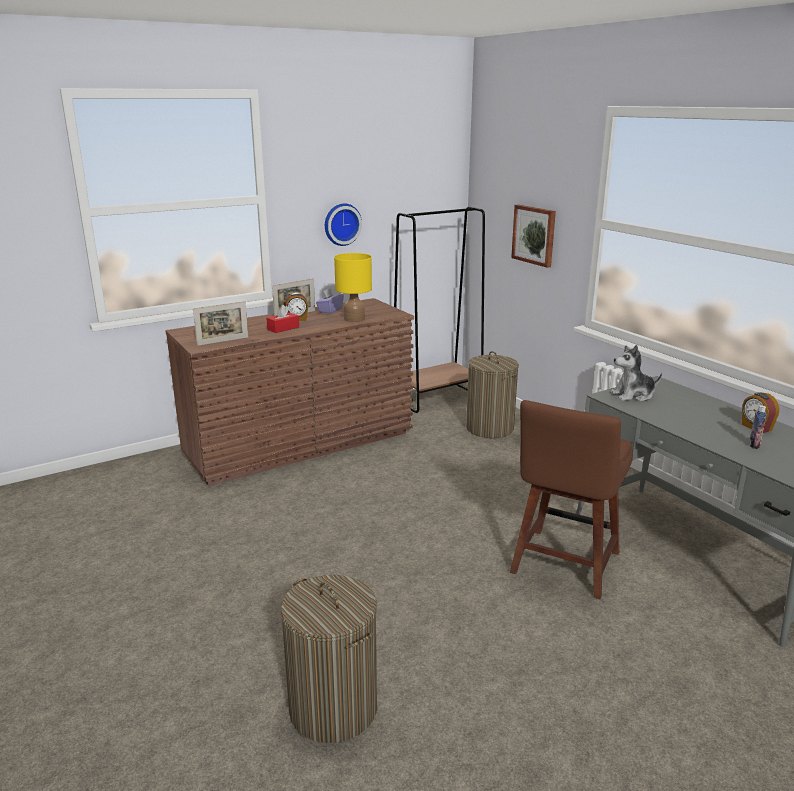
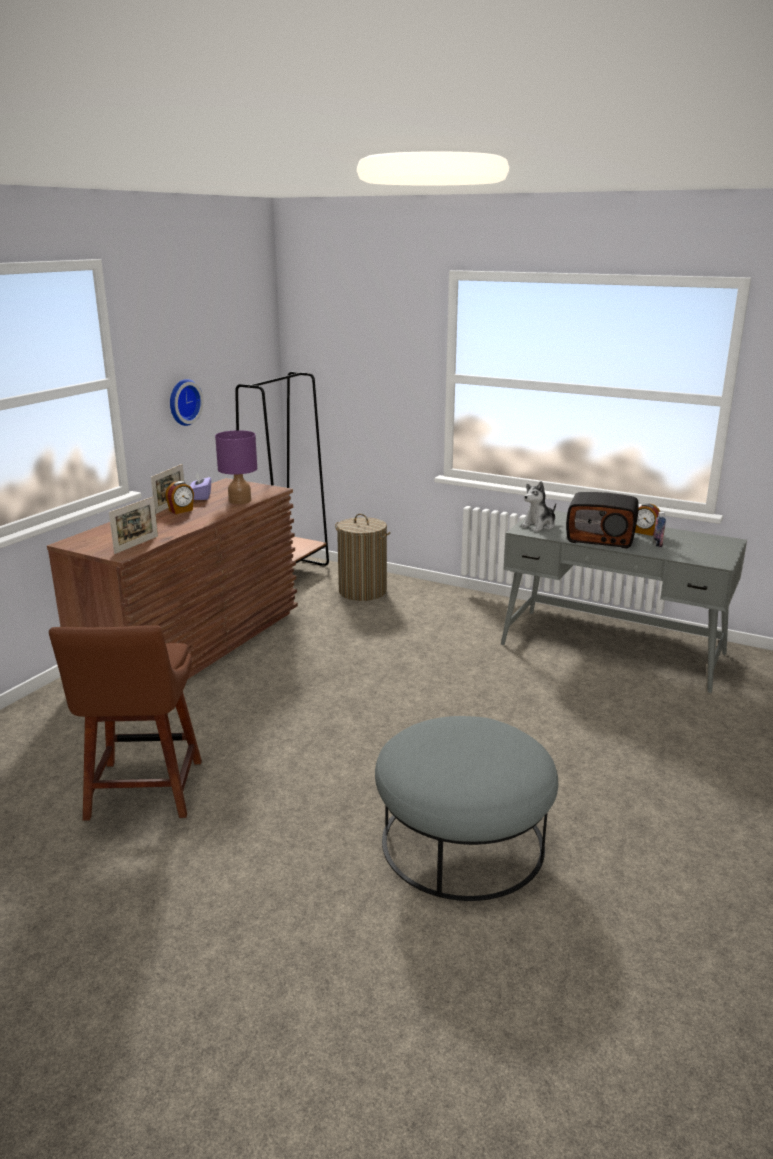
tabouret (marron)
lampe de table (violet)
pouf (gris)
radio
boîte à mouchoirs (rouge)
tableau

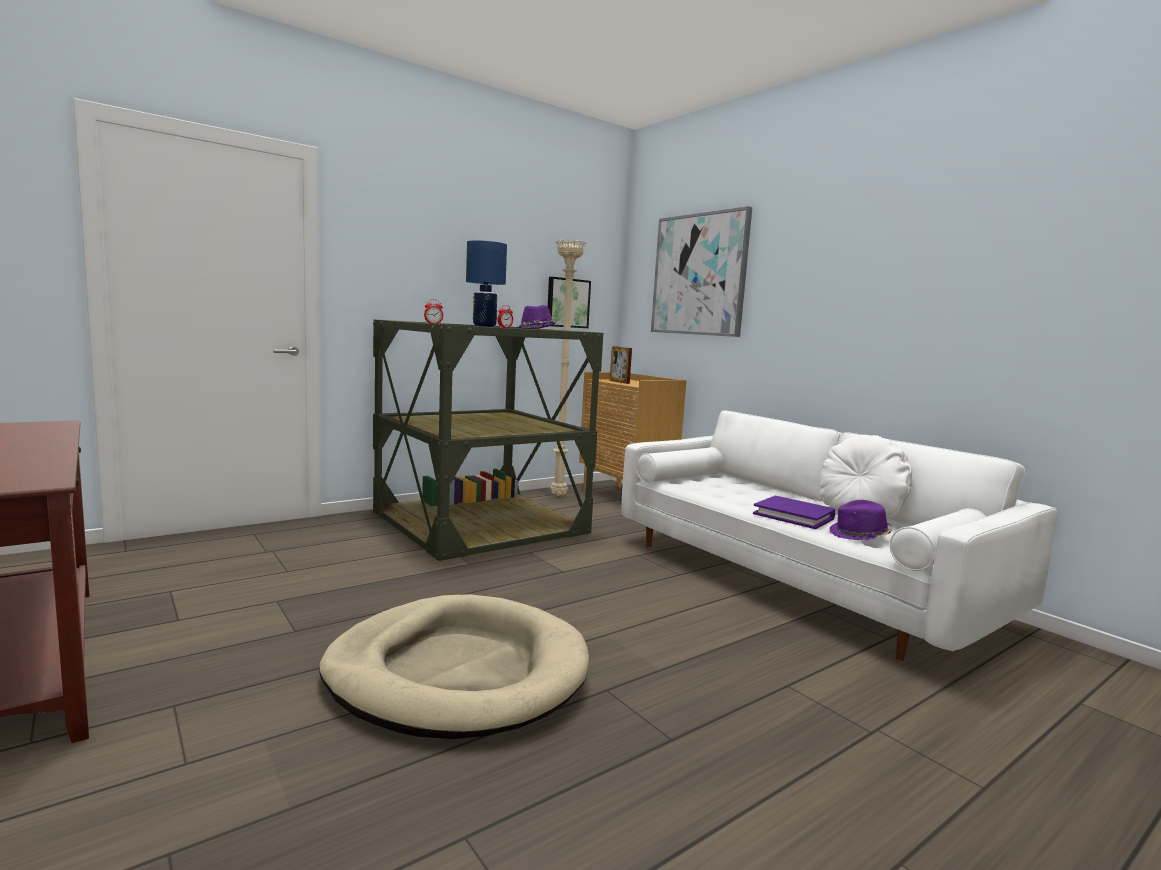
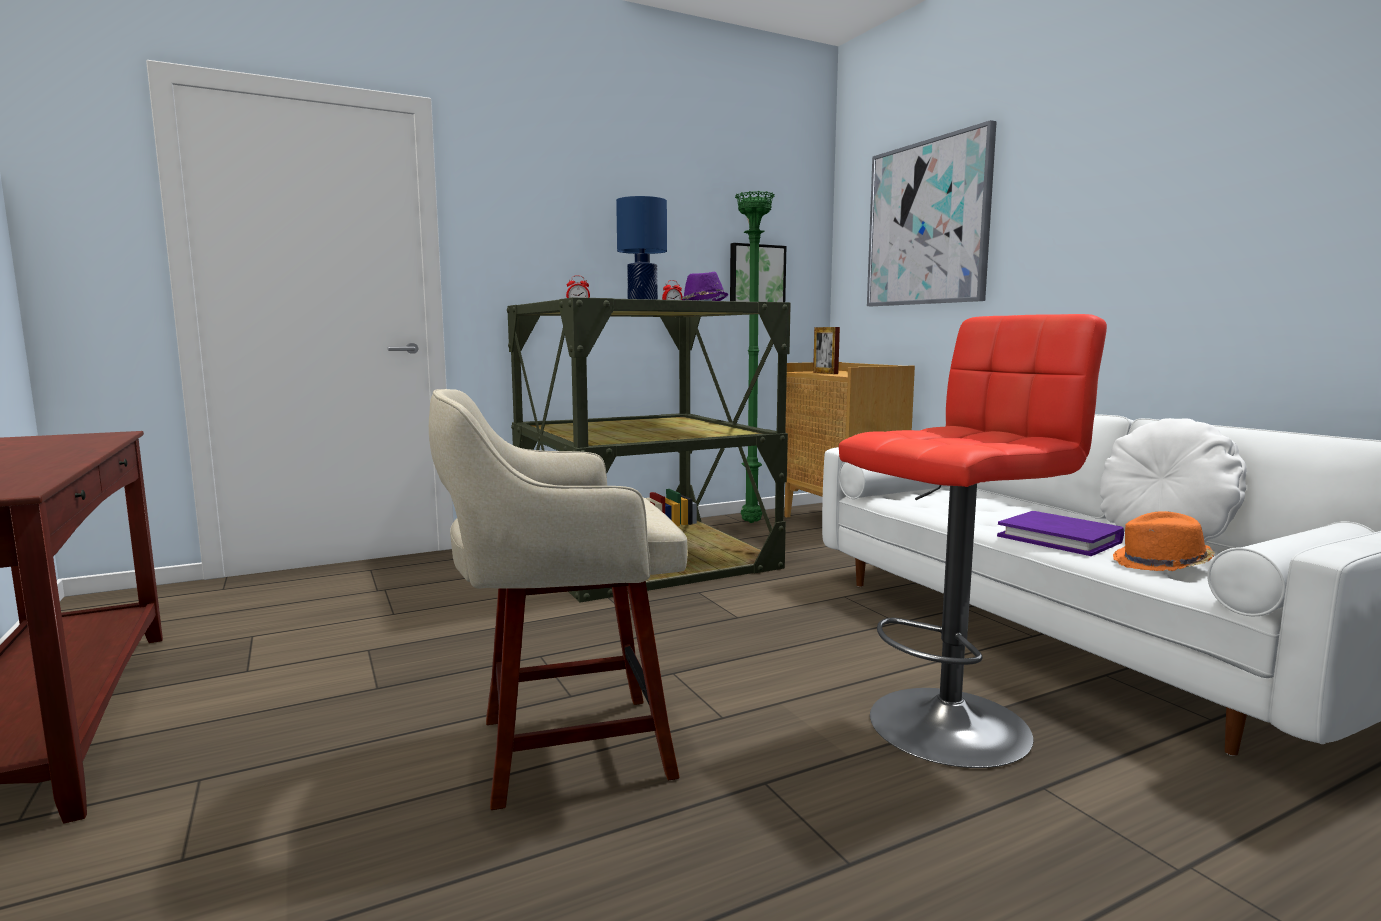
tabouret (beige)
lampadaire (vert)
tabouret (rouge)
chapeau (orange)

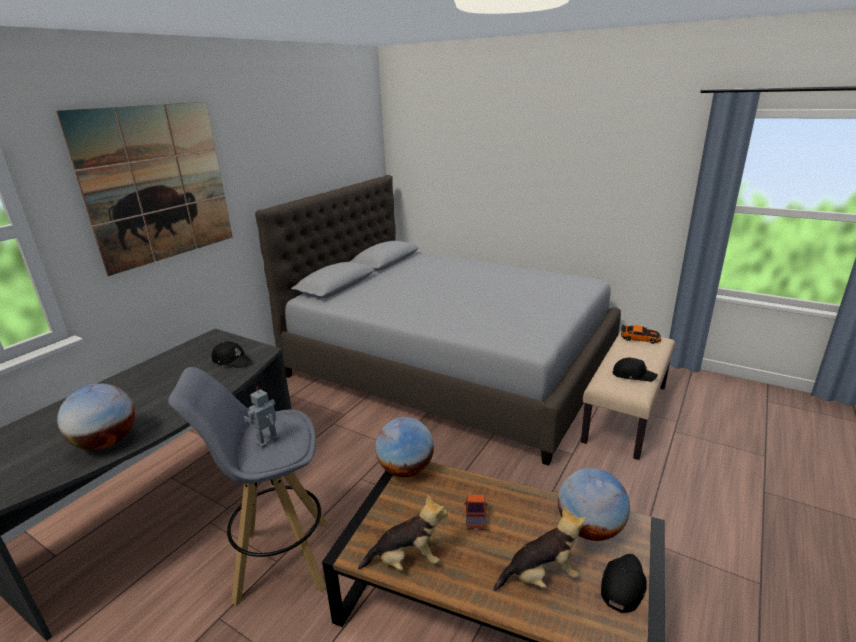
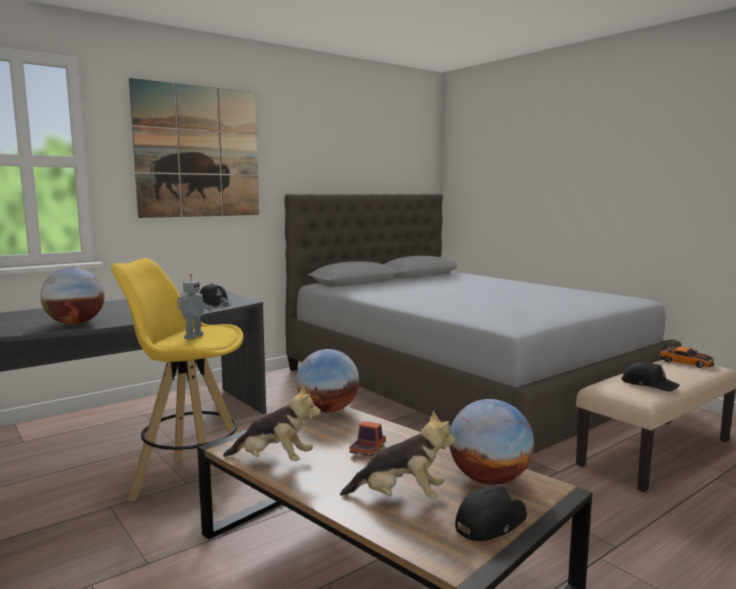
tabouret (jaune)
robot jouet

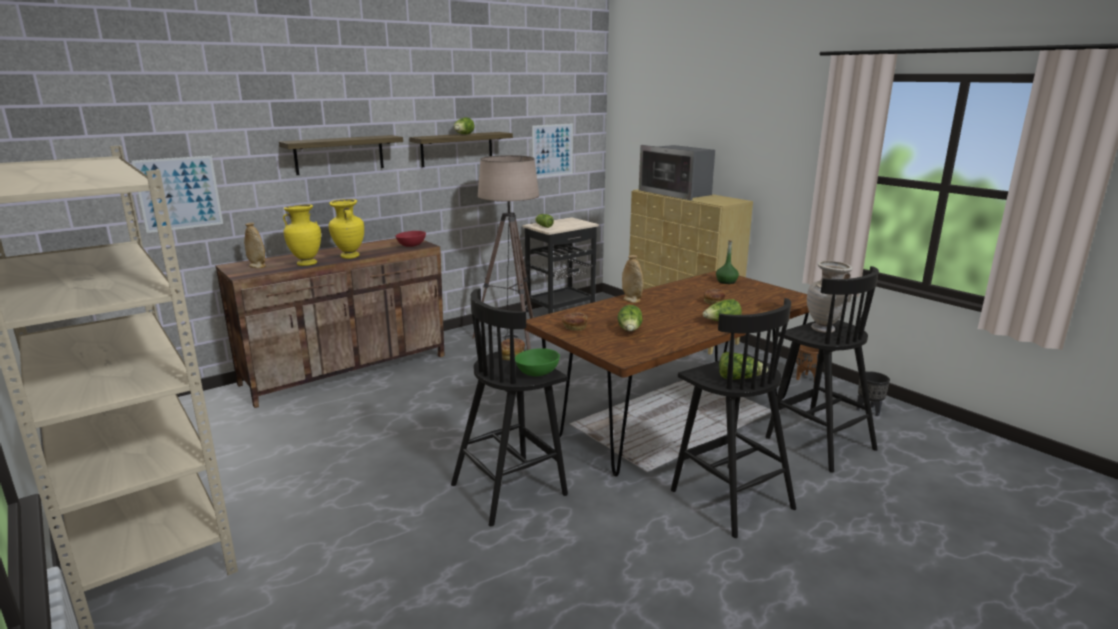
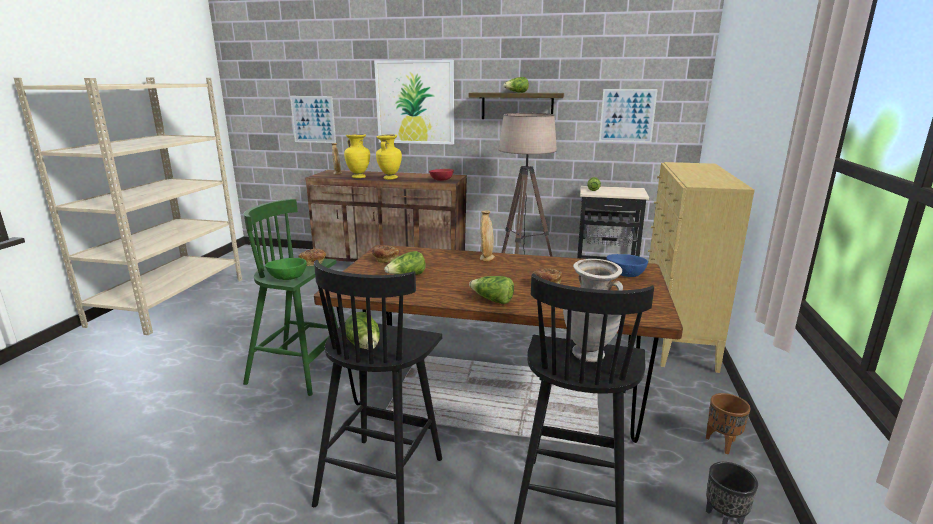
tabouret (vert)
tableau (2nd from left)
bol (bleu)
micro-ondes

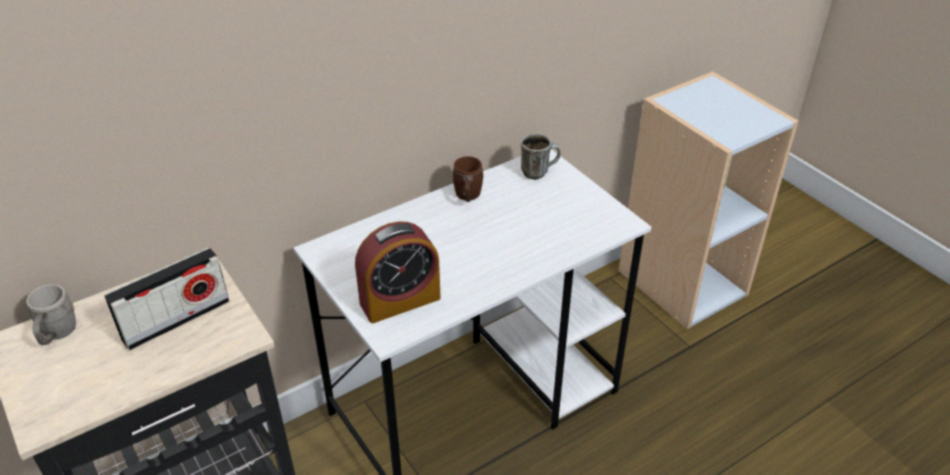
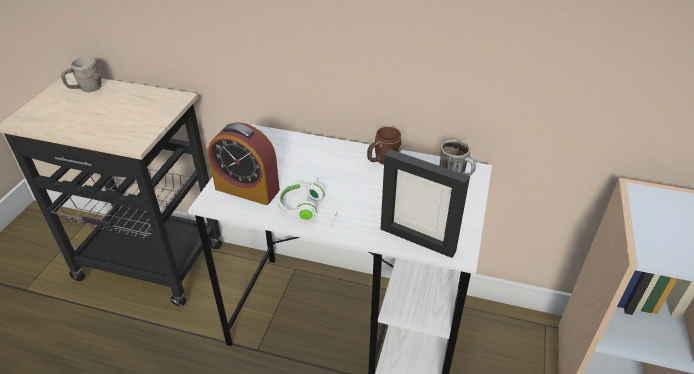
casque audio (blanc)
cadre photo
radio

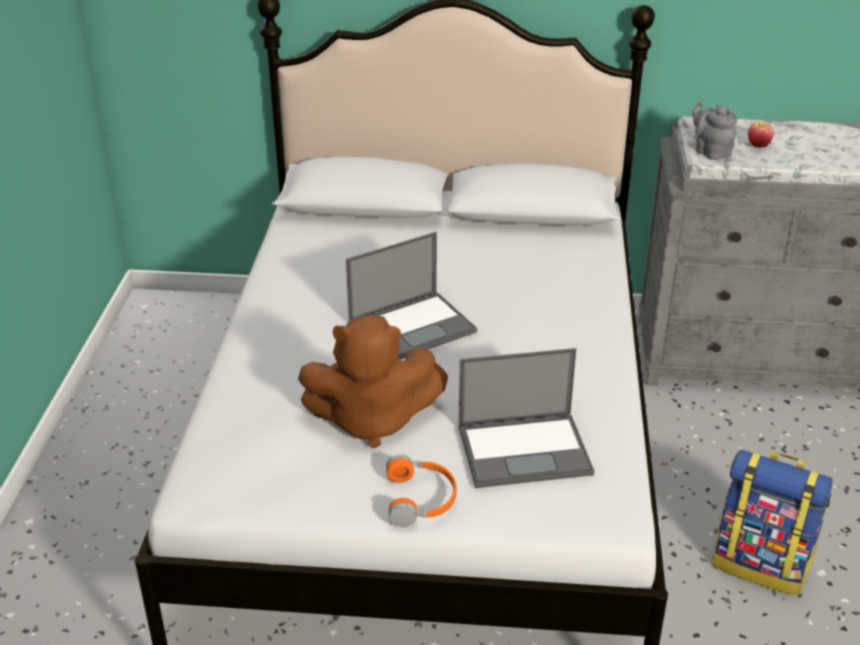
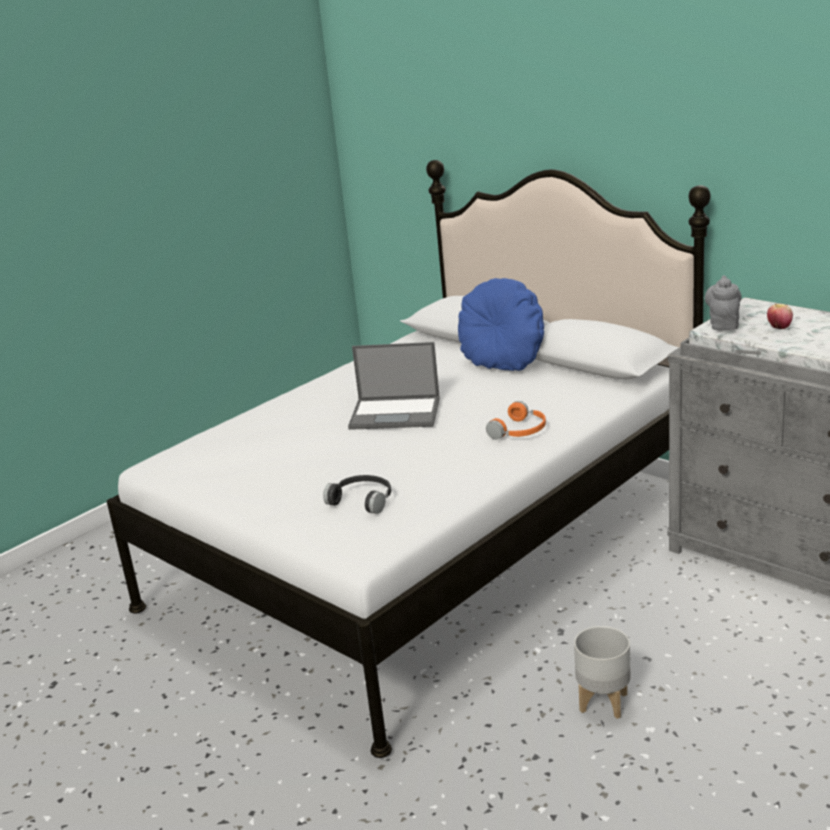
casque audio (noir)
coussin (bleu)
casque audio (orange)
cache-pot (gris)
peluche (marron)

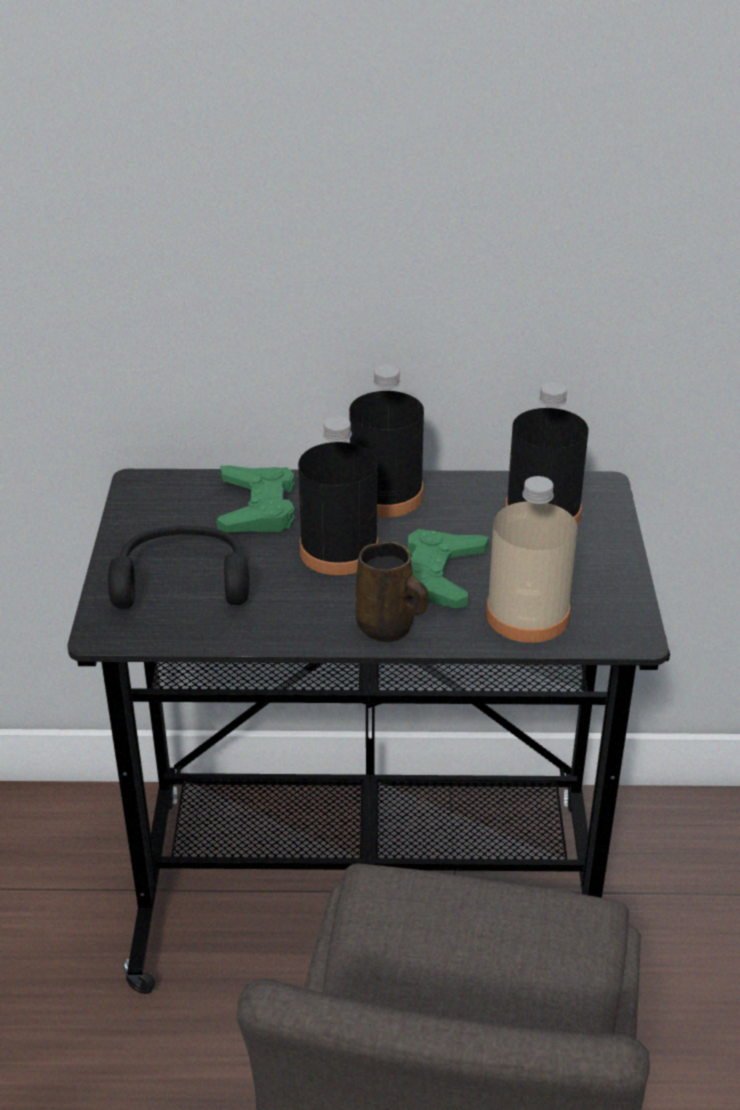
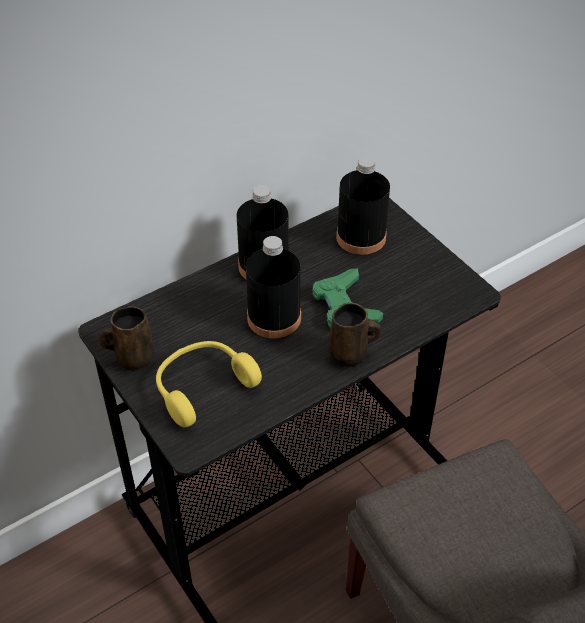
mug (marron) (1st from left)
casque audio (jaune)
manette (vert) (1st from left in the first image)
bouteille (beige)

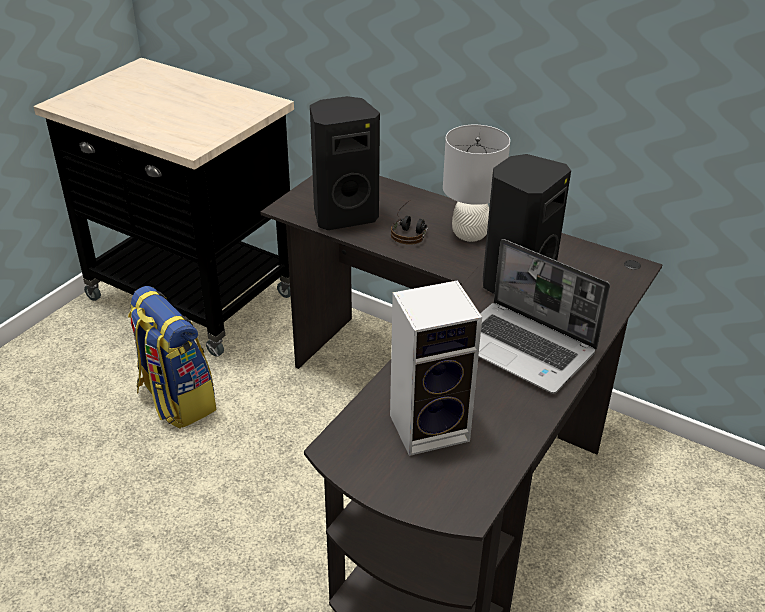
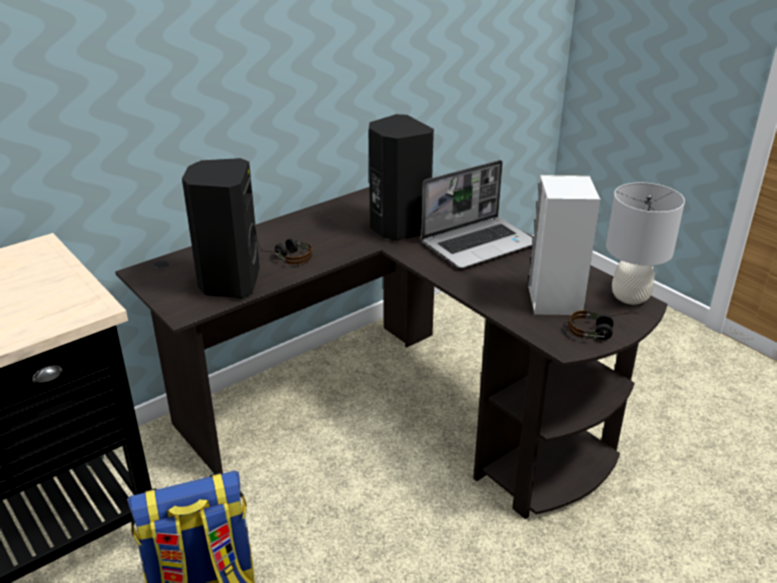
casque audio (2nd from left)
lampe de table (gris)

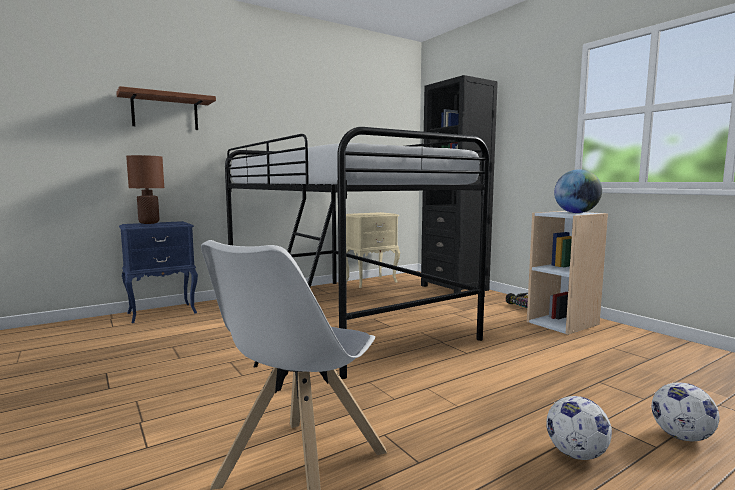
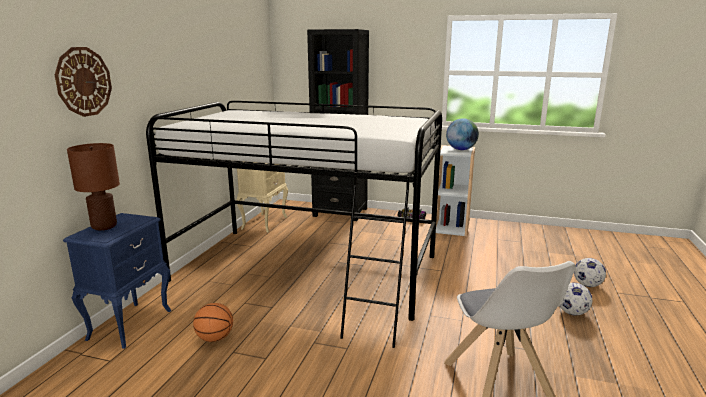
horloge murale
ballon de basket

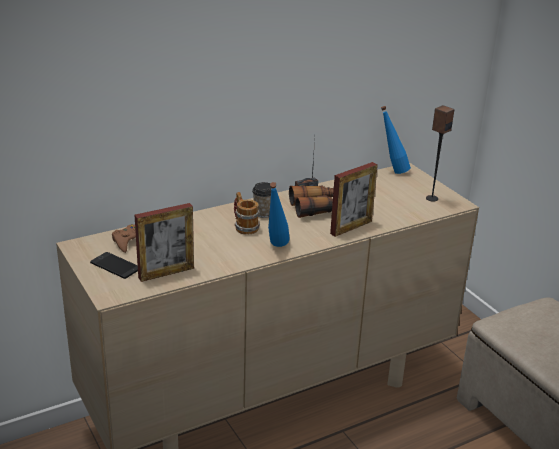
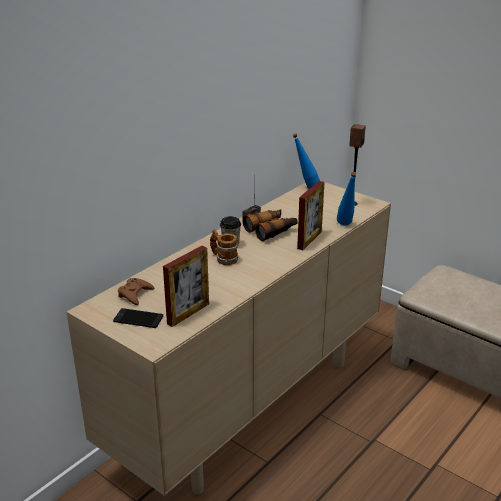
bouteille (bleu) (2nd from left)

